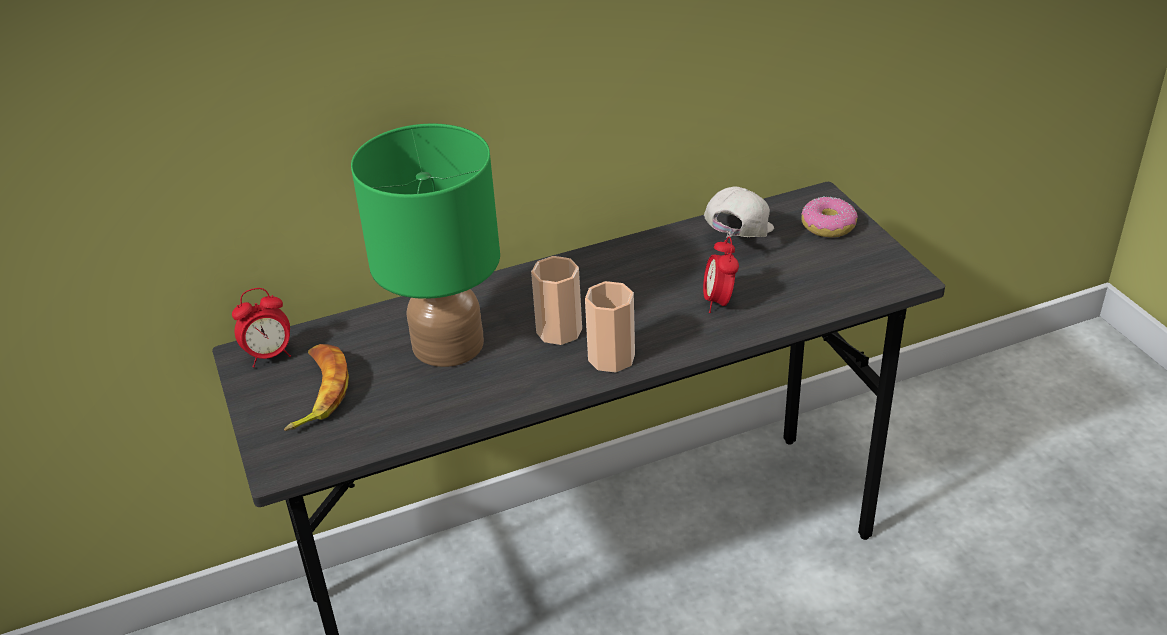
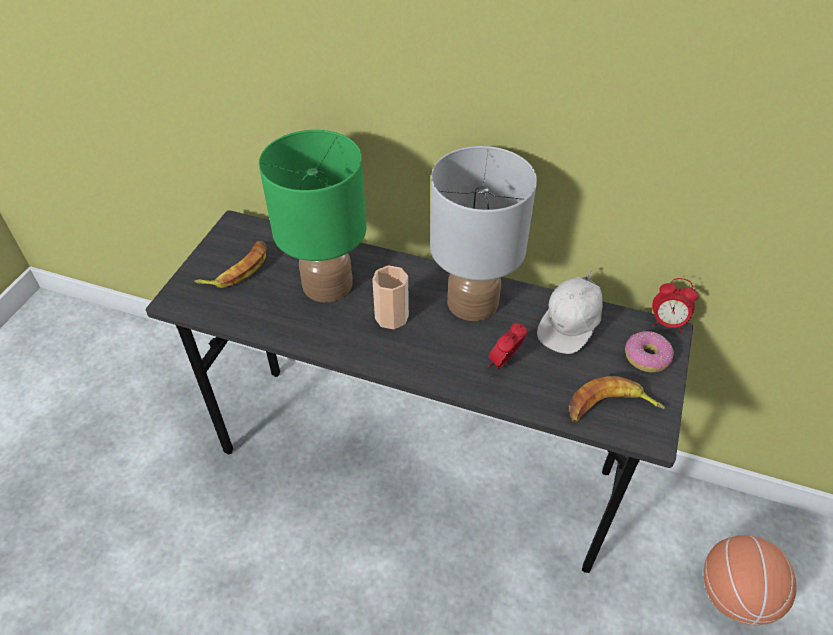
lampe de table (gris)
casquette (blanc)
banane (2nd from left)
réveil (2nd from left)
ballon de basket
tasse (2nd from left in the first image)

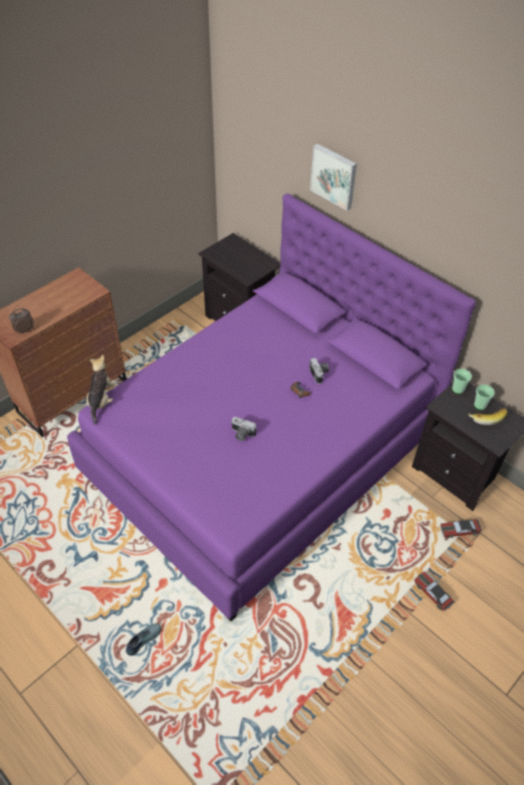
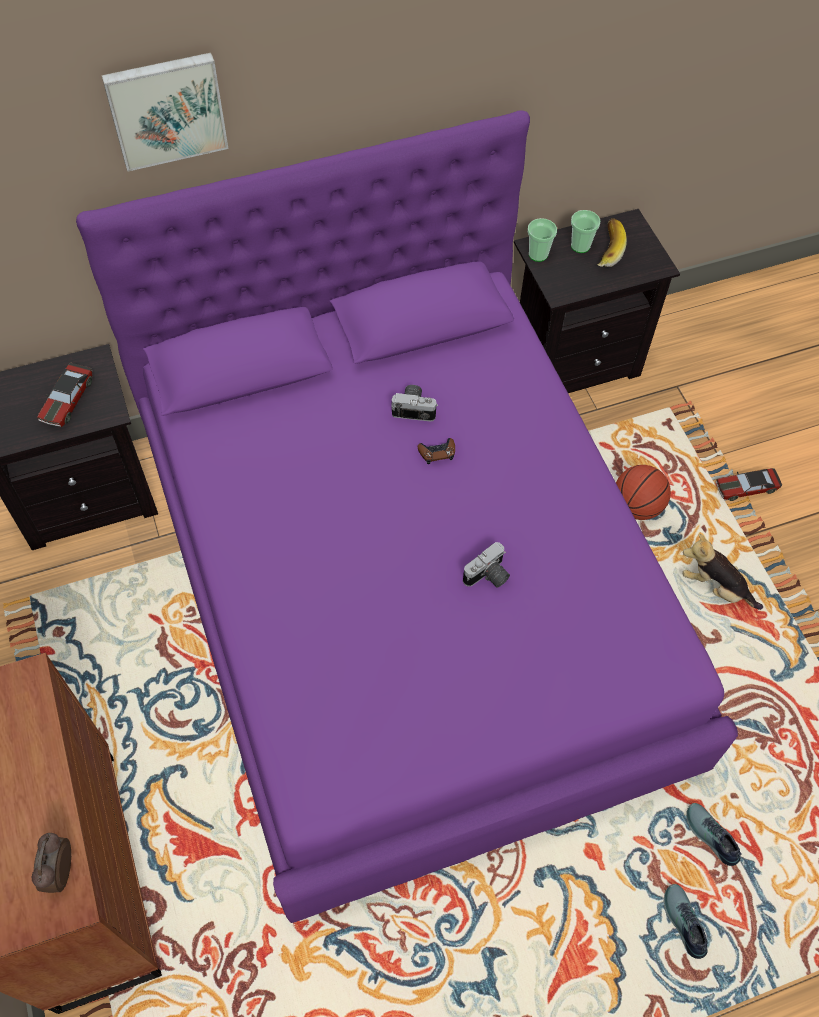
petite voiture (1st from left)
ballon de basket
peluche
chaussure (2nd from left)

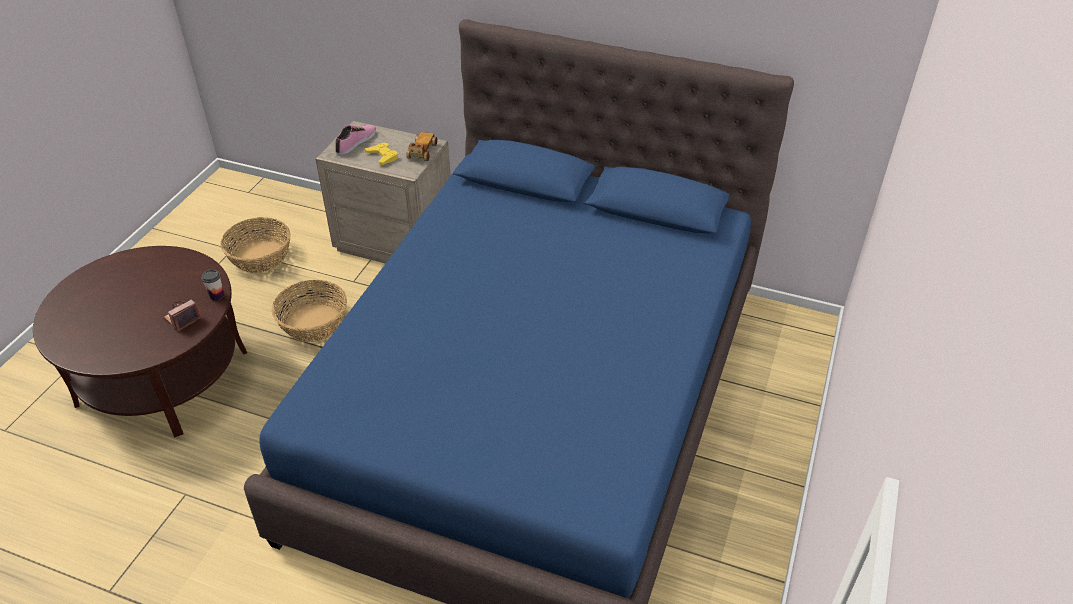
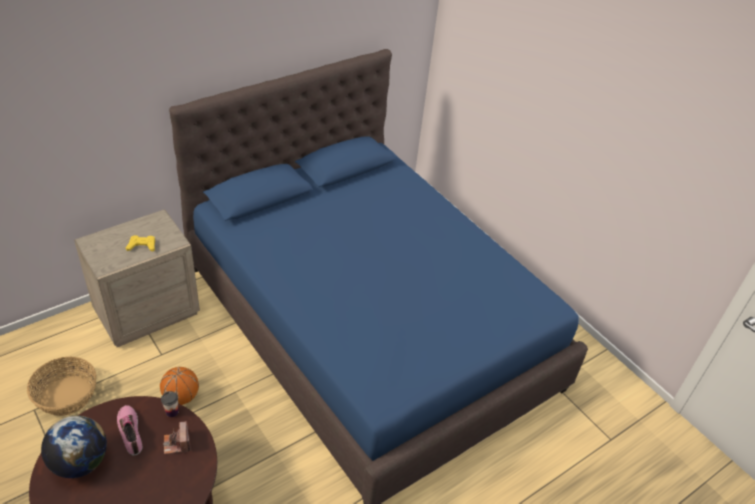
globe
chaussure
ballon de basket
petite voiture

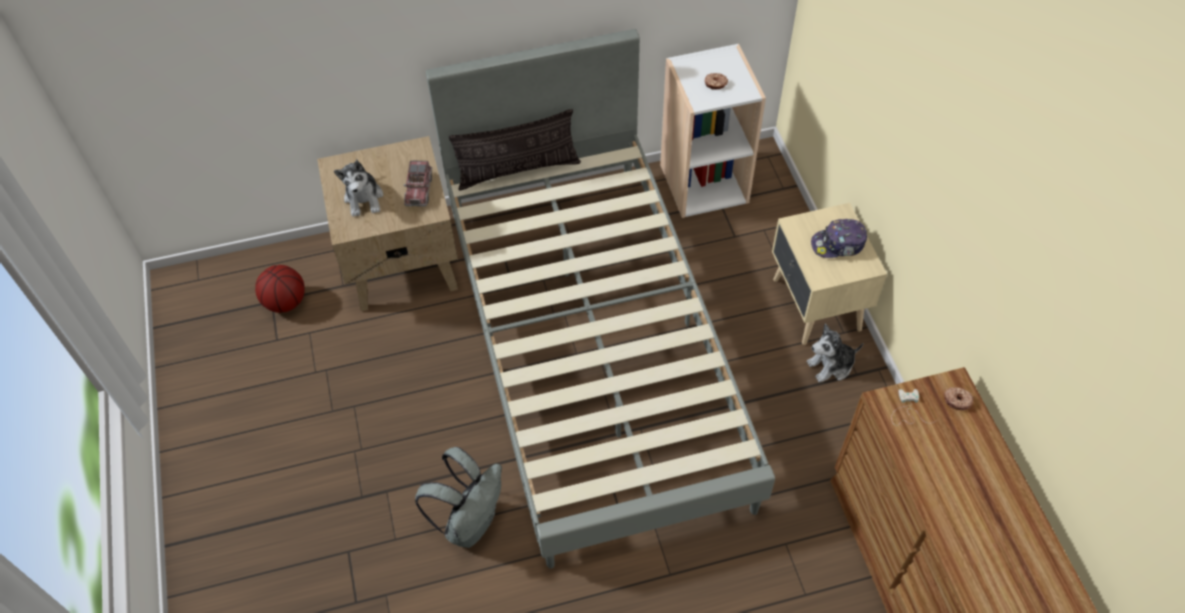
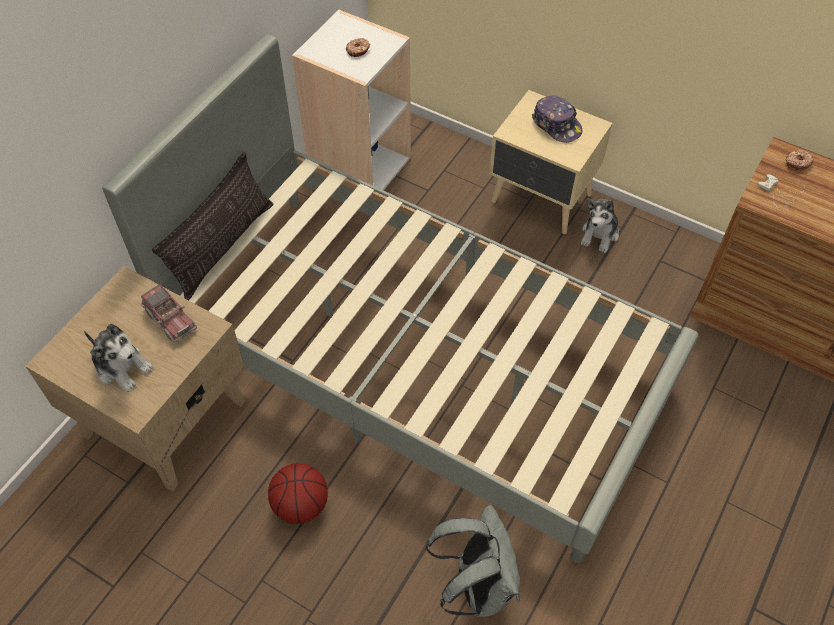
ballon de basket
casquette

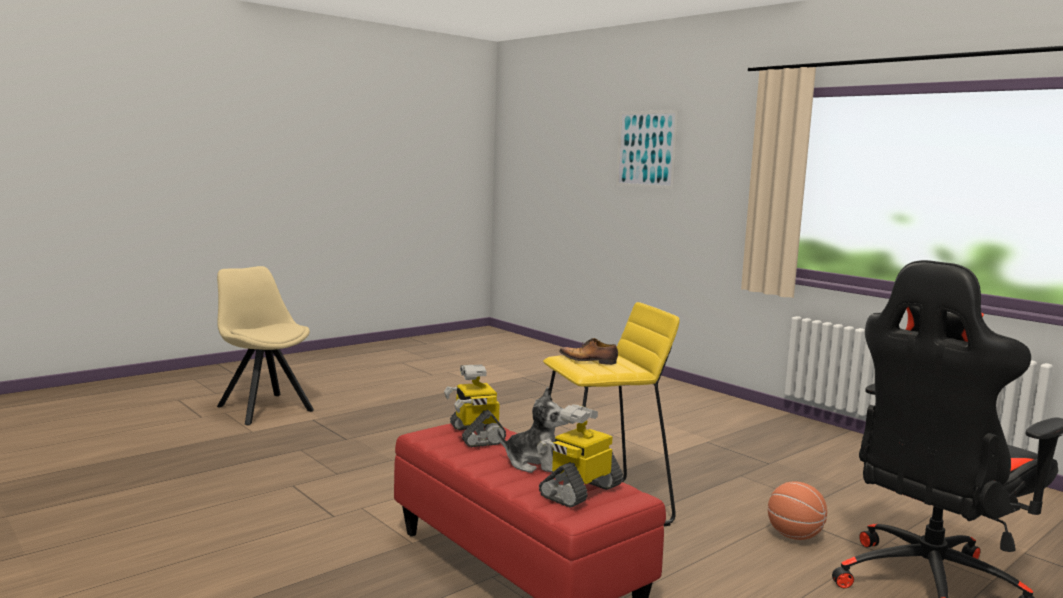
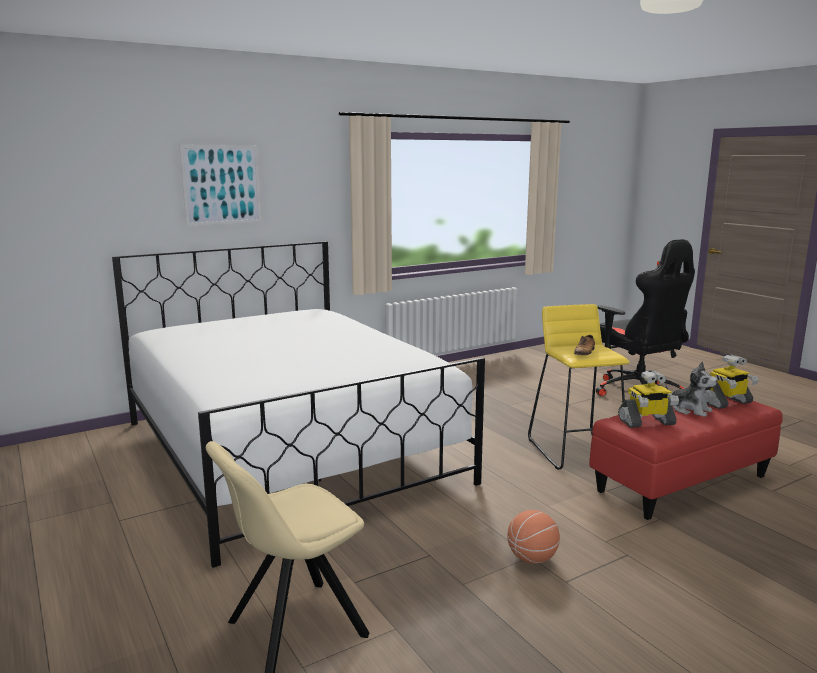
lit (blanc)
ballon de basket
peluche
robot jouet (2nd from left)

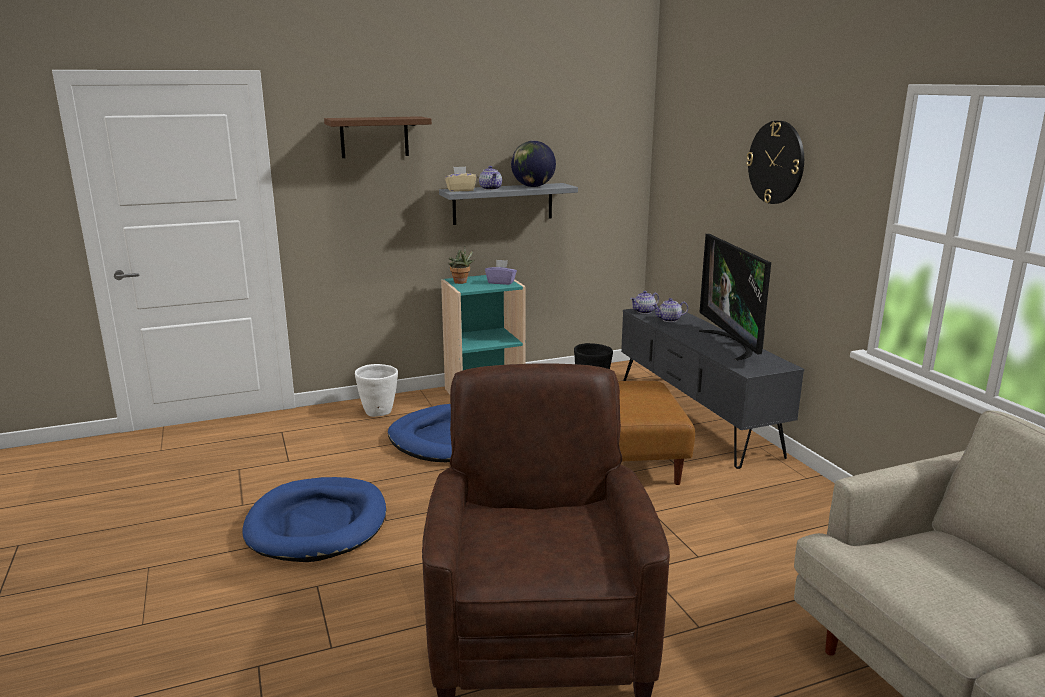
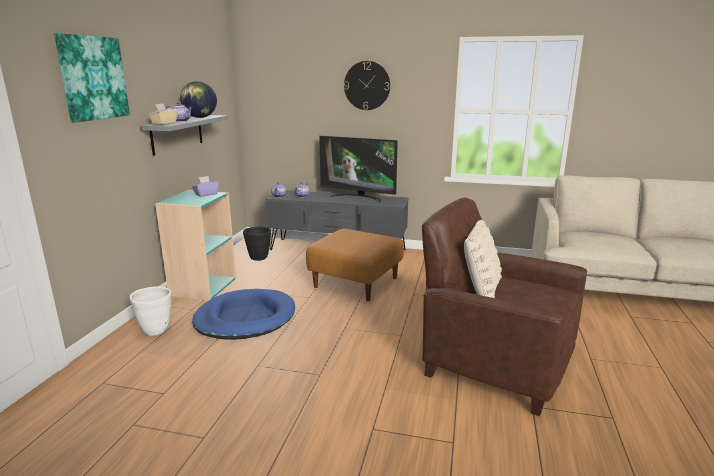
tableau
coussin (beige)
panier pour chien (bleu) (1st from left in the first image)
plante en pot

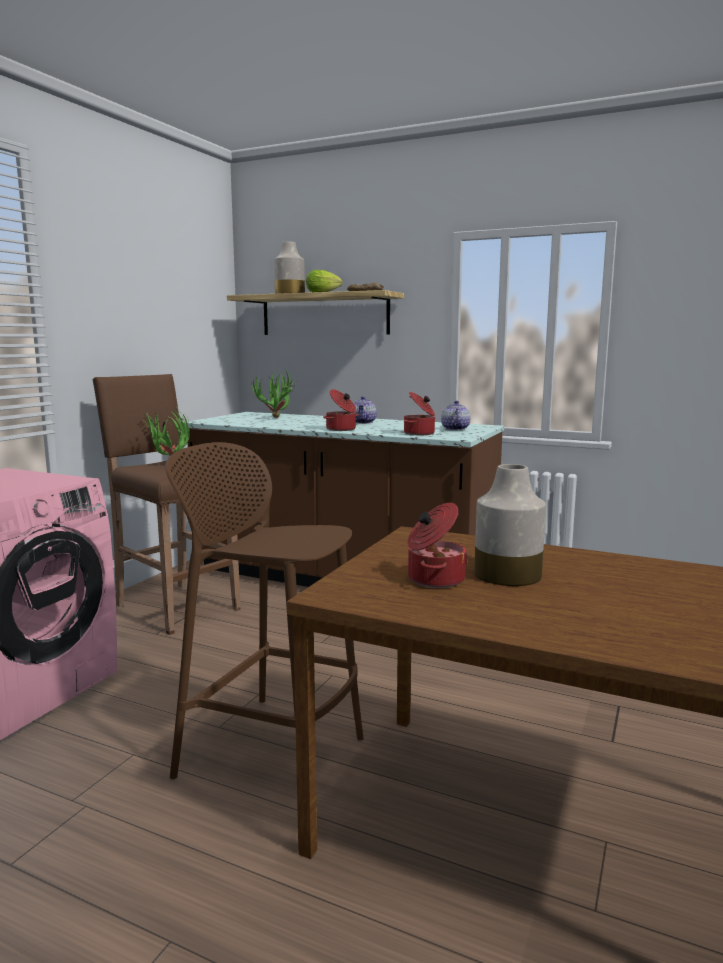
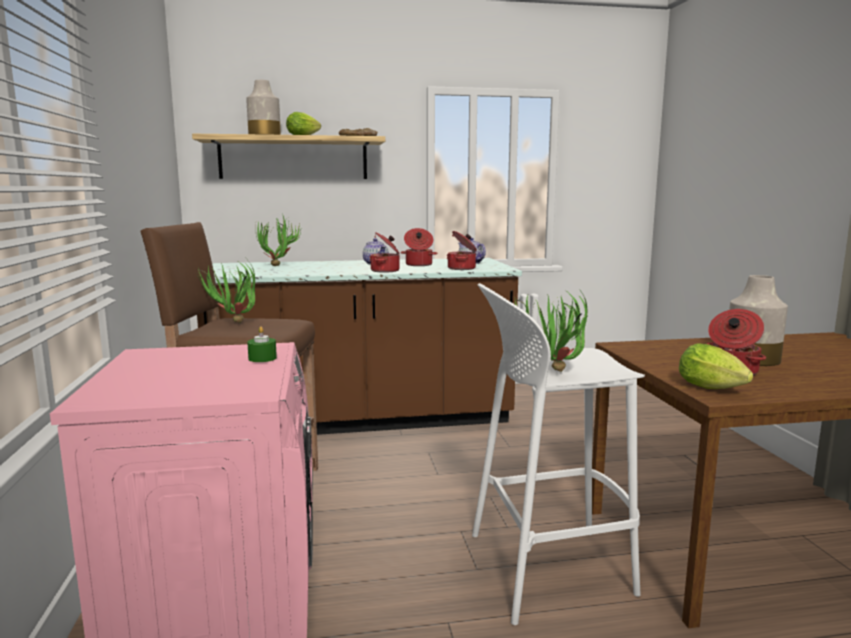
bougie (vert)
marmite (2nd from left)
tabouret (blanc)
plante en pot (3rd from left)
laitue (2nd from left)

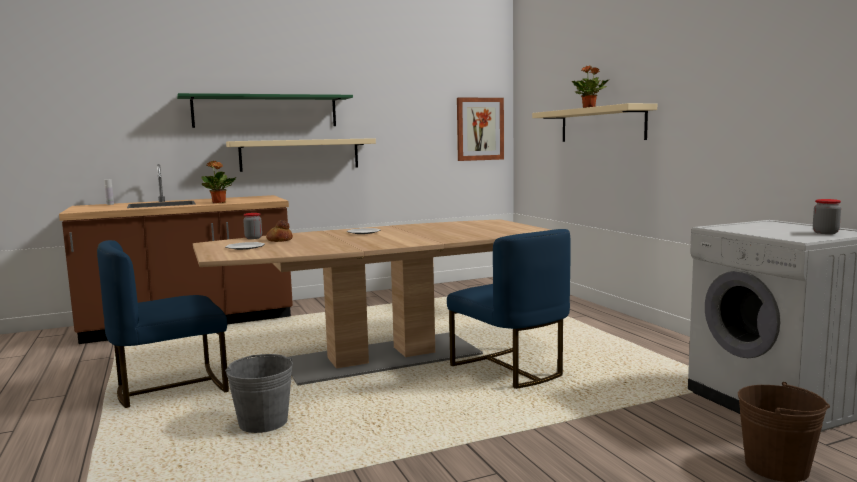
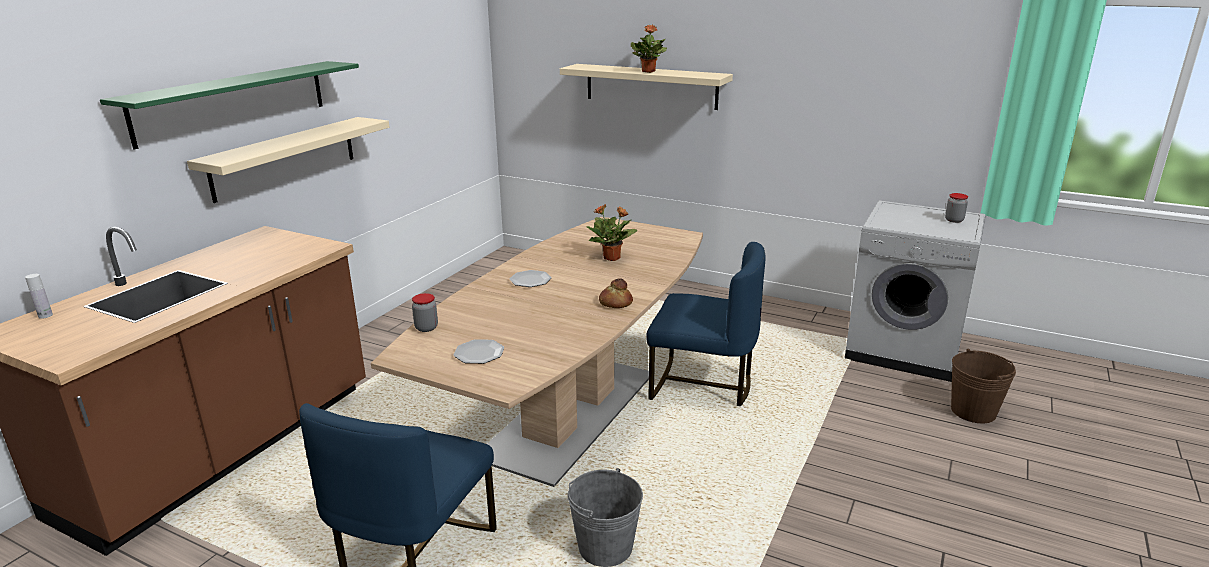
plante en pot (1st from left)
pain
tableau

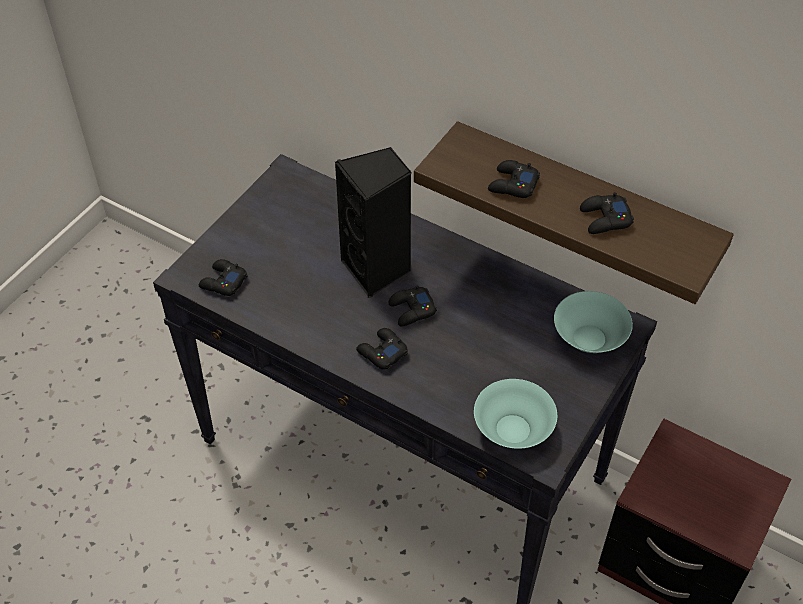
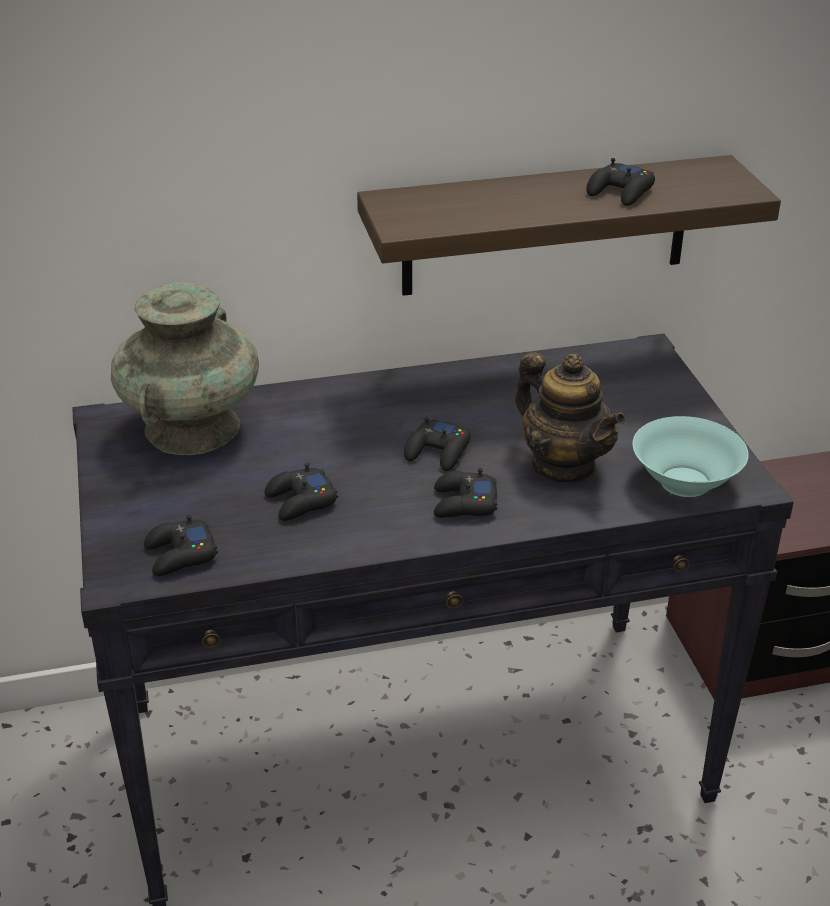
vase (turquoise)
manette (noir) (2nd from left)
théière
enceinte (noir)
bol (turquoise) (2nd from left in the first image)

